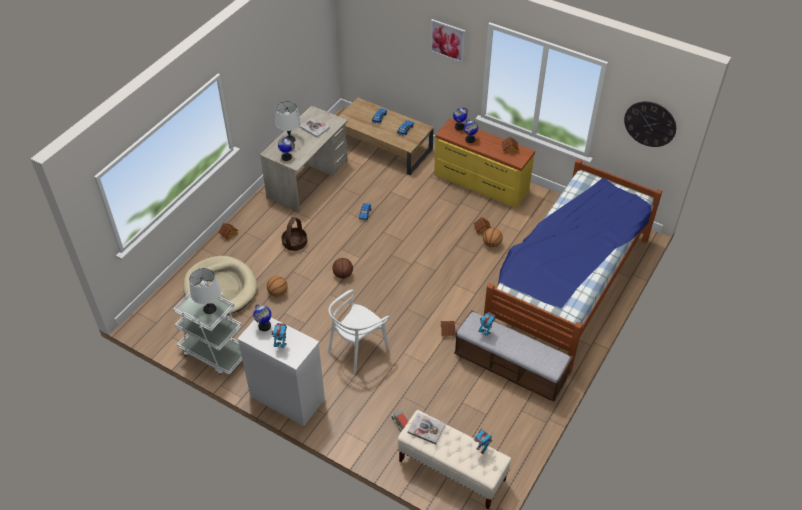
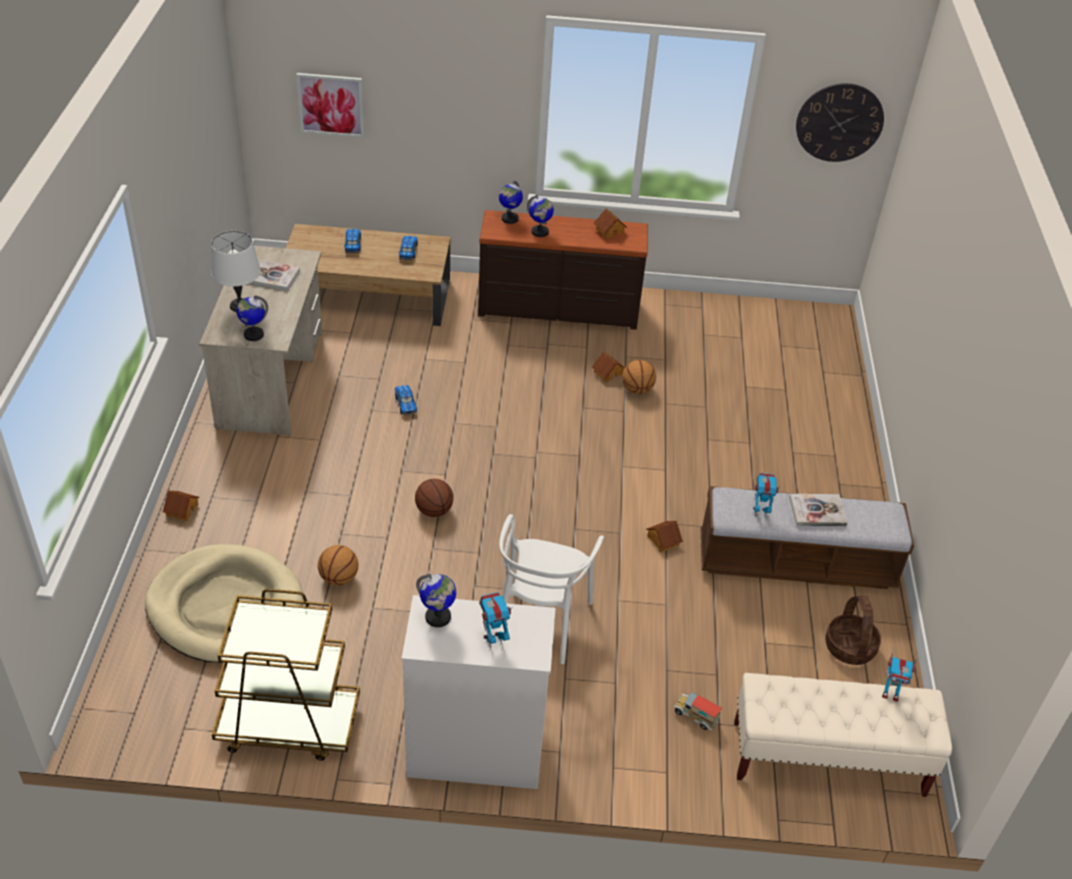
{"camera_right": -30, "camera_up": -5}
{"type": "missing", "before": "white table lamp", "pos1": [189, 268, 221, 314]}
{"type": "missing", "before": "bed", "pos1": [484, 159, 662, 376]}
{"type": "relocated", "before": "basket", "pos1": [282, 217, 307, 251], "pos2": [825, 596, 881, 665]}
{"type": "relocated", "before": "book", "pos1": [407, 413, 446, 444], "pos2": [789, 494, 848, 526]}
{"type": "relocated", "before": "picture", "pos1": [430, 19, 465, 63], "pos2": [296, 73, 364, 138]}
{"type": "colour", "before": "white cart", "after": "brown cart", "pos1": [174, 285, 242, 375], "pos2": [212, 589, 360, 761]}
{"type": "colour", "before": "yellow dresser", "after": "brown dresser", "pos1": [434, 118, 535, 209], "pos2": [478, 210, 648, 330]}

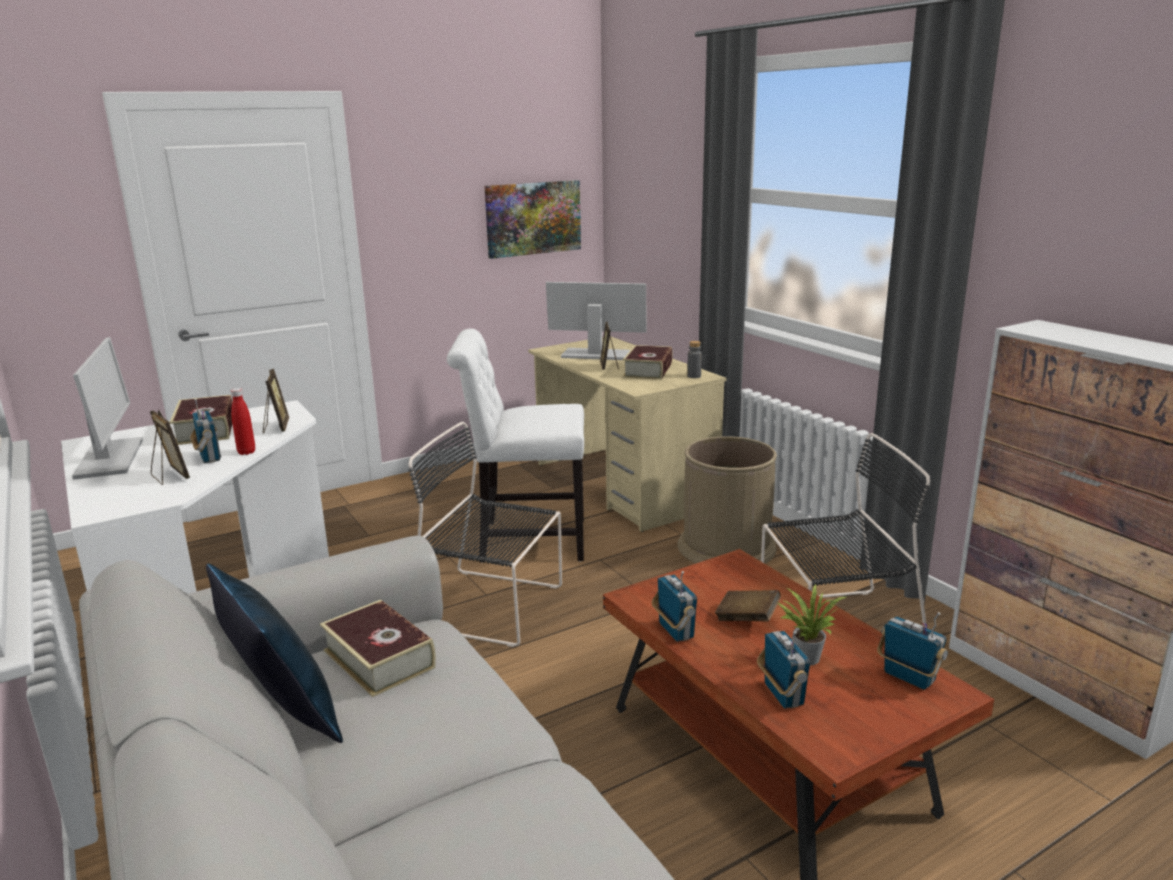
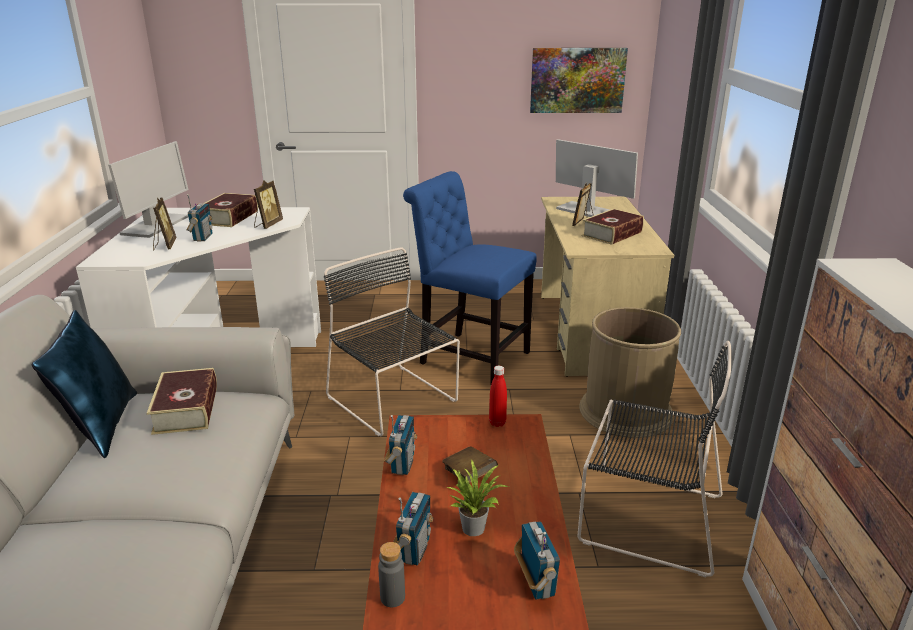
{"camera_right": 30, "camera_up": 5}
{"type": "relocated", "before": "red bottle", "pos1": [231, 388, 255, 455], "pos2": [489, 366, 507, 427]}
{"type": "relocated", "before": "grey bottle", "pos1": [687, 341, 702, 378], "pos2": [378, 542, 405, 607]}
{"type": "colour", "before": "white chair", "after": "blue chair", "pos1": [447, 329, 584, 563], "pos2": [403, 171, 537, 384]}

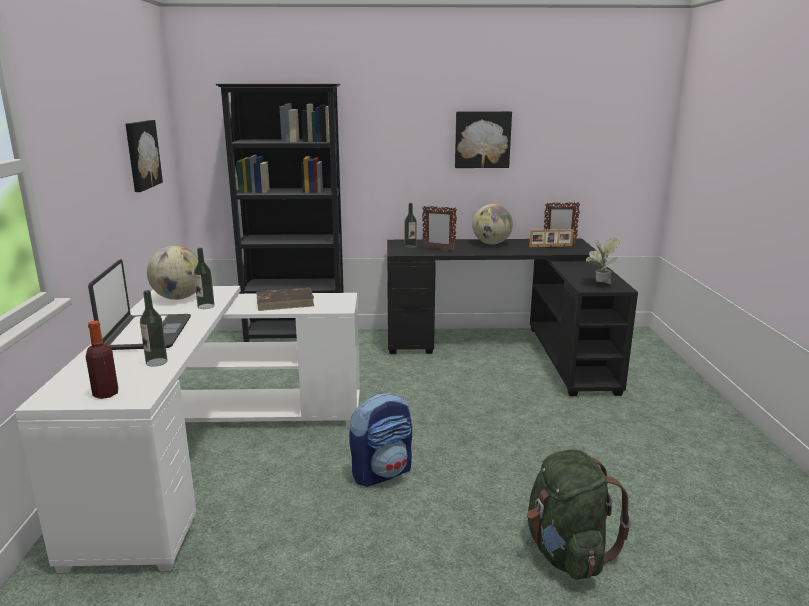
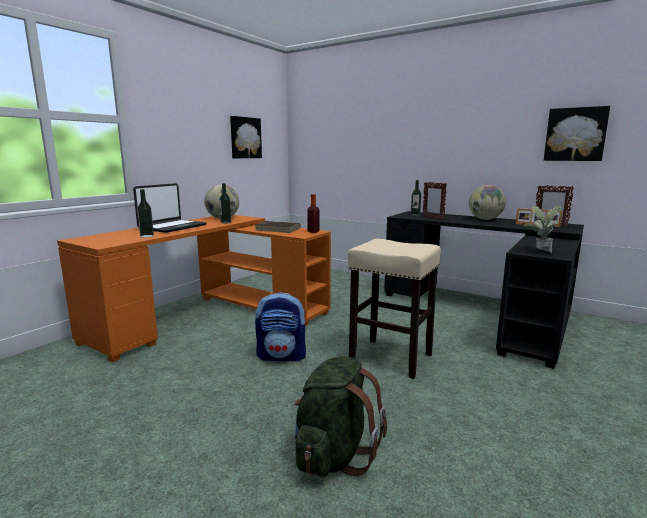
{"camera_right": 35, "camera_up": -5}
{"type": "missing", "before": "black bookcase", "pos1": [216, 84, 344, 342]}
{"type": "appeared", "after": "beige stool", "pos2": [348, 239, 441, 379]}
{"type": "relocated", "before": "bottle", "pos1": [86, 321, 118, 399], "pos2": [307, 194, 320, 233]}
{"type": "relocated", "before": "picture", "pos1": [455, 111, 512, 168], "pos2": [544, 106, 610, 161]}
{"type": "colour", "before": "white desk", "after": "orange desk", "pos1": [15, 286, 360, 573], "pos2": [57, 215, 331, 362]}

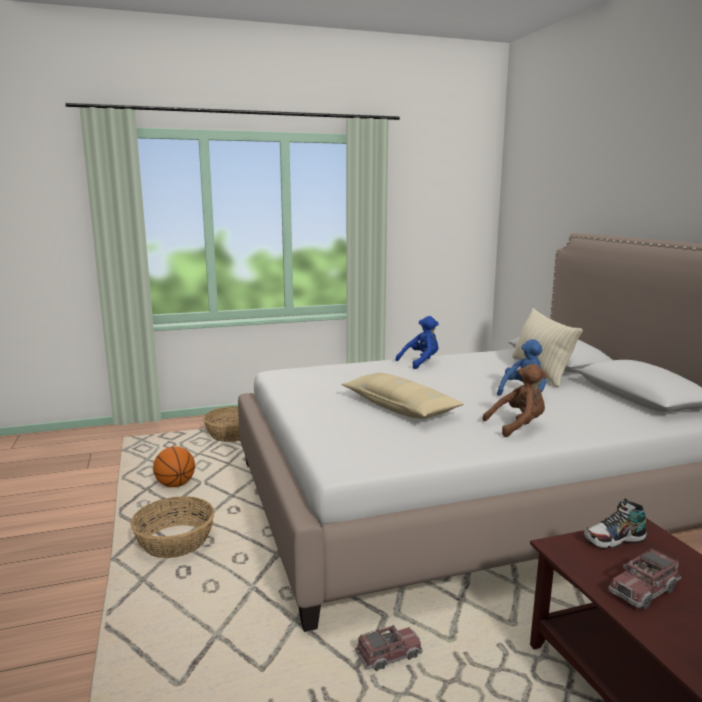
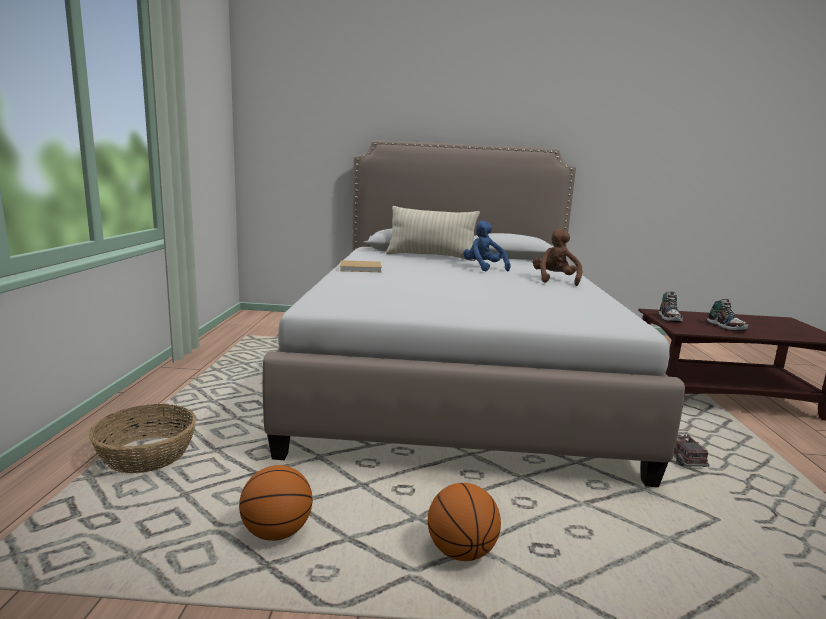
{"camera_right": -70, "camera_up": 0}
{"type": "missing", "before": "beige pillow", "pos1": [342, 373, 464, 419]}
{"type": "exchanged", "before": "basket", "after": "basketball", "pos1": [130, 496, 214, 558], "pos2": [428, 483, 501, 561]}
{"type": "exchanged", "before": "blue plush toy", "after": "beige book", "pos1": [396, 316, 439, 369], "pos2": [340, 260, 382, 272]}
{"type": "exchanged", "before": "toy truck", "after": "shoe", "pos1": [608, 548, 681, 609], "pos2": [707, 299, 748, 331]}

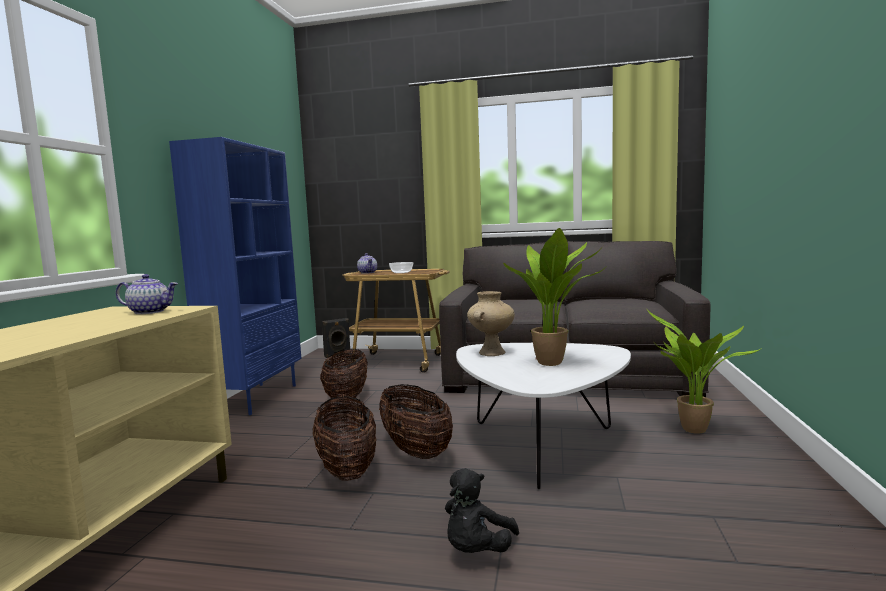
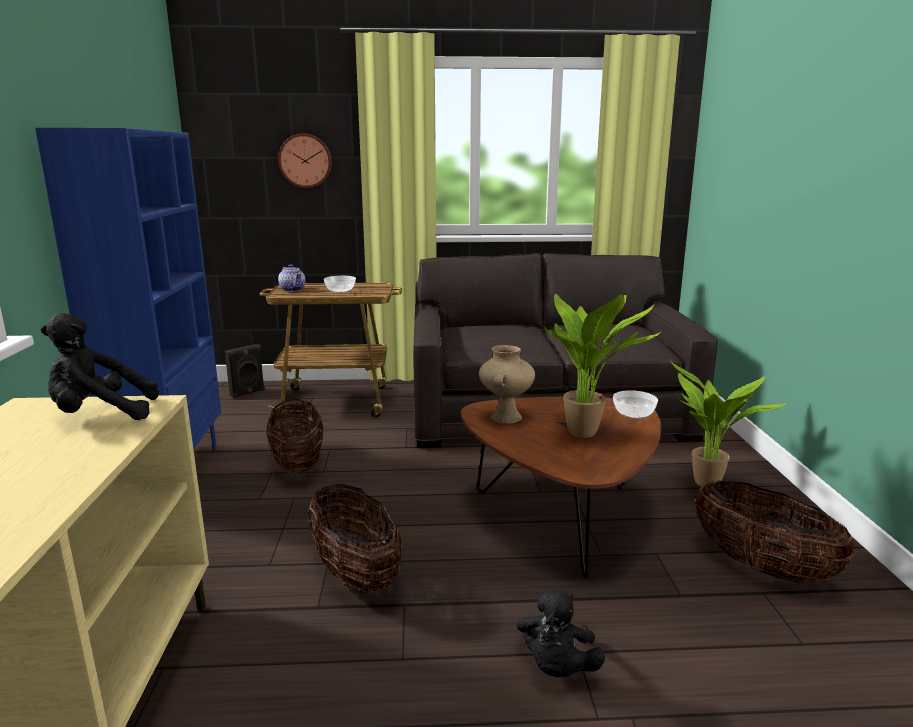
{"camera_right": -15, "camera_up": 10}
{"type": "appeared", "after": "wall clock", "pos2": [278, 133, 332, 188]}
{"type": "appeared", "after": "bowl", "pos2": [613, 390, 658, 419]}
{"type": "relocated", "before": "basket", "pos1": [379, 384, 453, 459], "pos2": [695, 481, 855, 583]}
{"type": "exchanged", "before": "teapot", "after": "black plush toy", "pos1": [116, 274, 178, 314], "pos2": [41, 313, 159, 420]}
{"type": "colour", "before": "white coffee table", "after": "brown coffee table", "pos1": [456, 343, 631, 489], "pos2": [461, 397, 661, 579]}

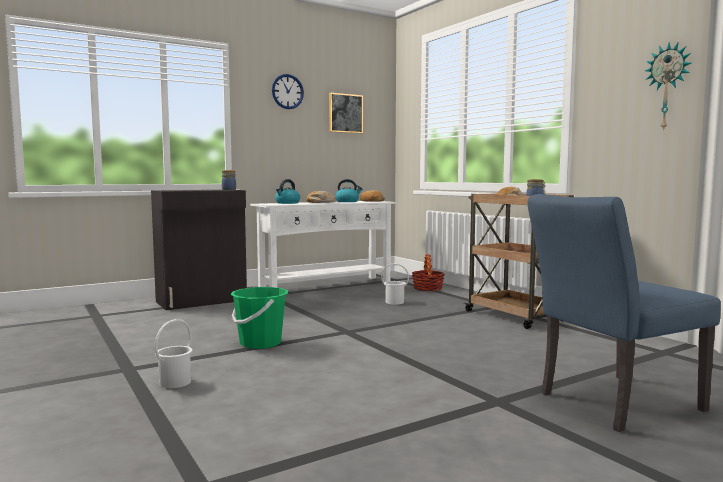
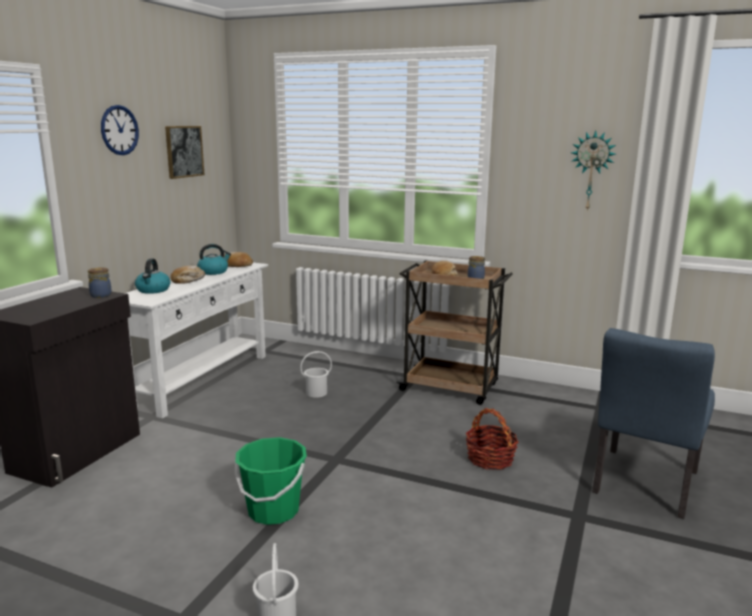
{"camera_right": -35, "camera_up": 10}
{"type": "relocated", "before": "basket", "pos1": [412, 254, 445, 291], "pos2": [466, 408, 519, 470]}

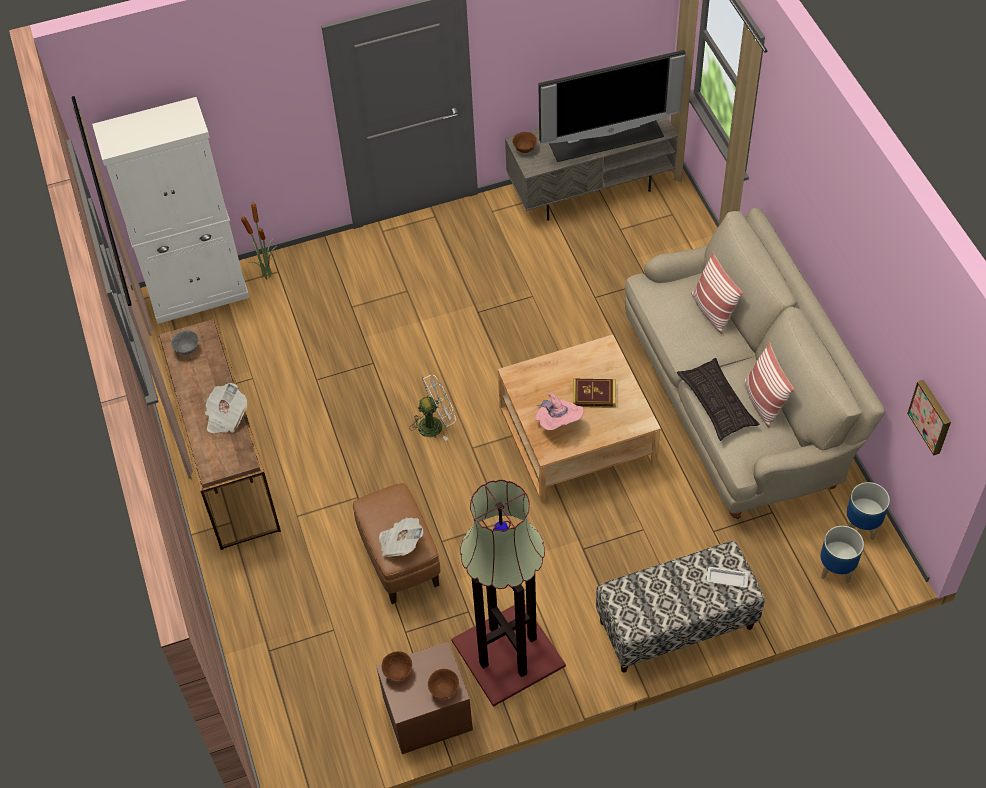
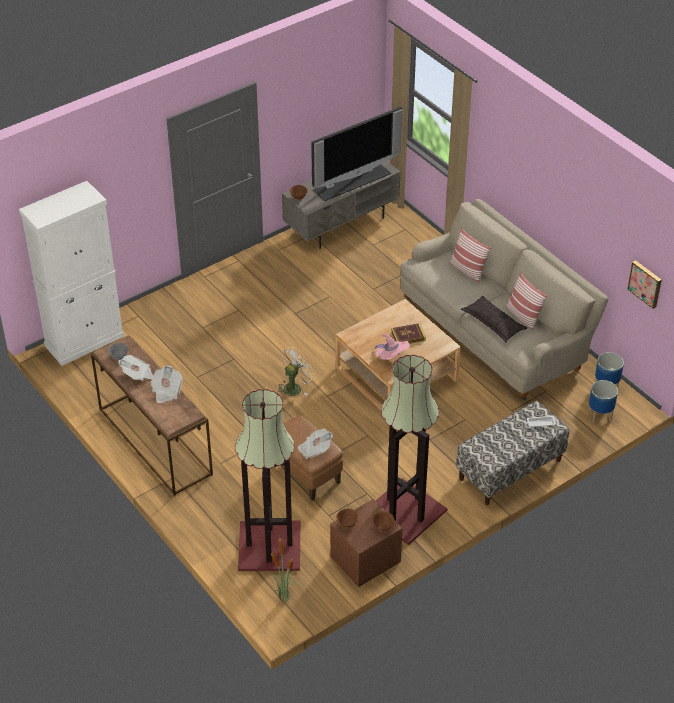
{"camera_right": -20, "camera_up": -10}
{"type": "appeared", "after": "newspaper", "pos2": [118, 355, 153, 381]}
{"type": "appeared", "after": "floor lamp", "pos2": [235, 389, 300, 571]}
{"type": "relocated", "before": "potted plant", "pos1": [240, 199, 277, 280], "pos2": [271, 534, 297, 603]}

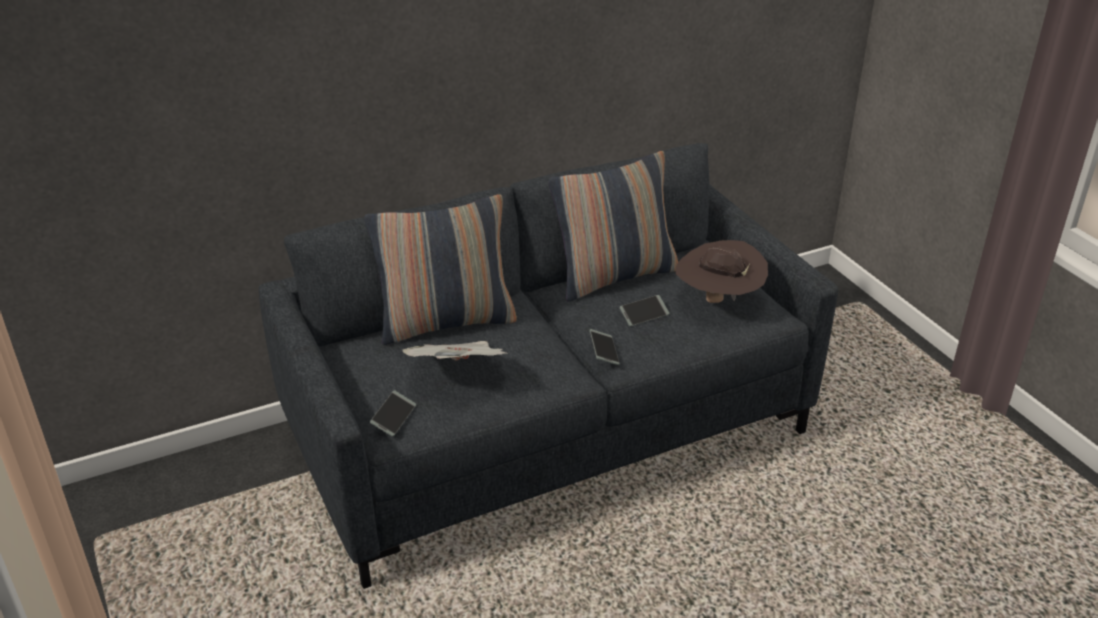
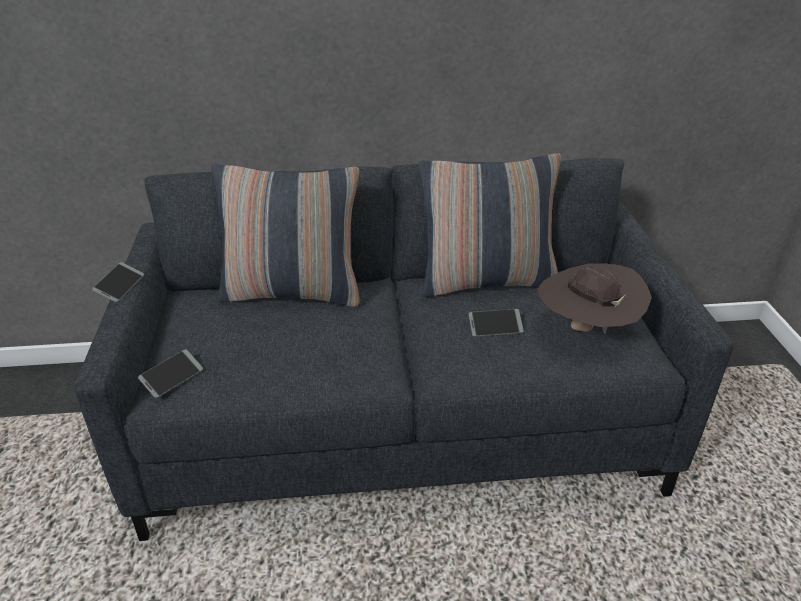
{"camera_right": 20, "camera_up": 0}
{"type": "missing", "before": "newspaper", "pos1": [403, 341, 506, 361]}
{"type": "relocated", "before": "phone", "pos1": [590, 329, 620, 365], "pos2": [92, 262, 144, 302]}

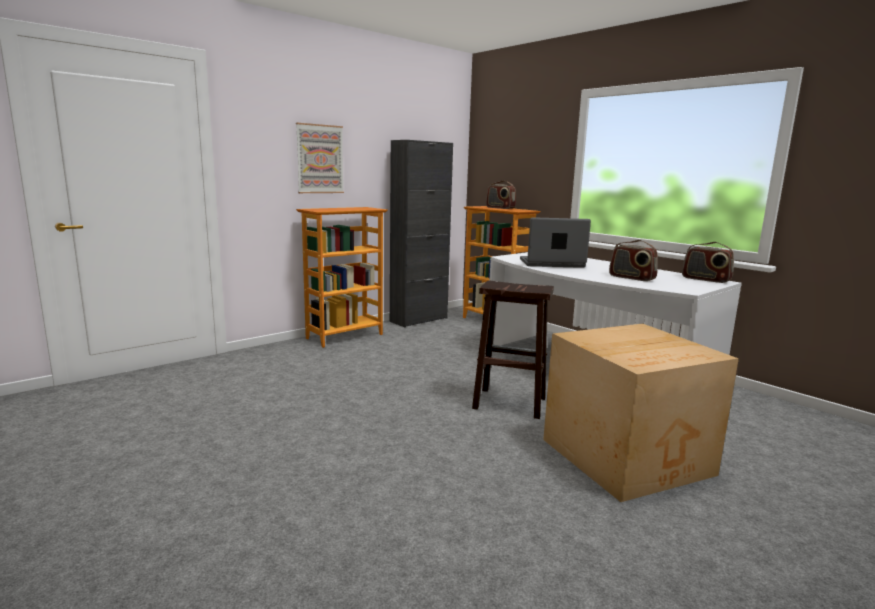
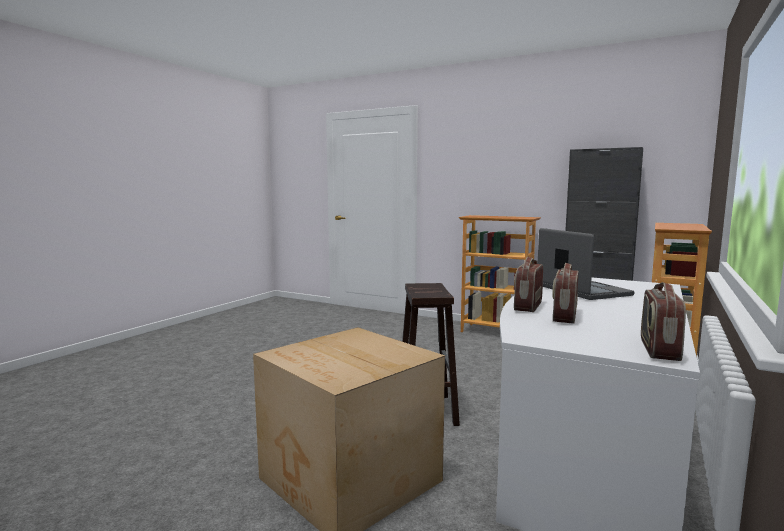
{"camera_right": 70, "camera_up": -5}
{"type": "missing", "before": "picture", "pos1": [296, 123, 344, 193]}
{"type": "relocated", "before": "radio", "pos1": [486, 180, 516, 209], "pos2": [514, 256, 543, 312]}

